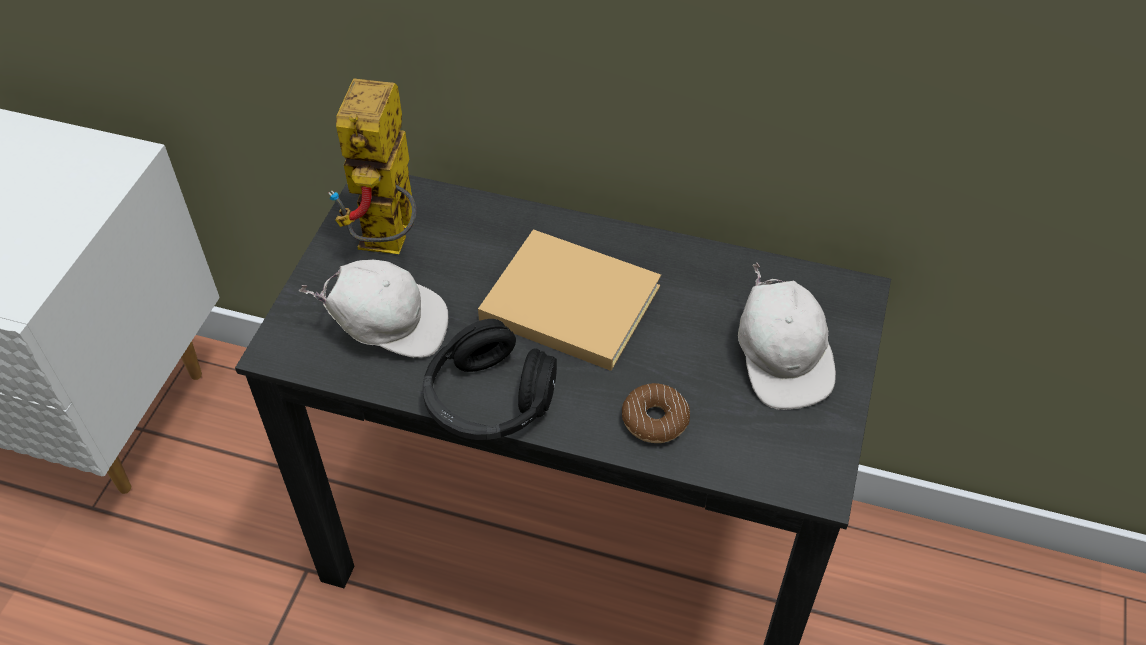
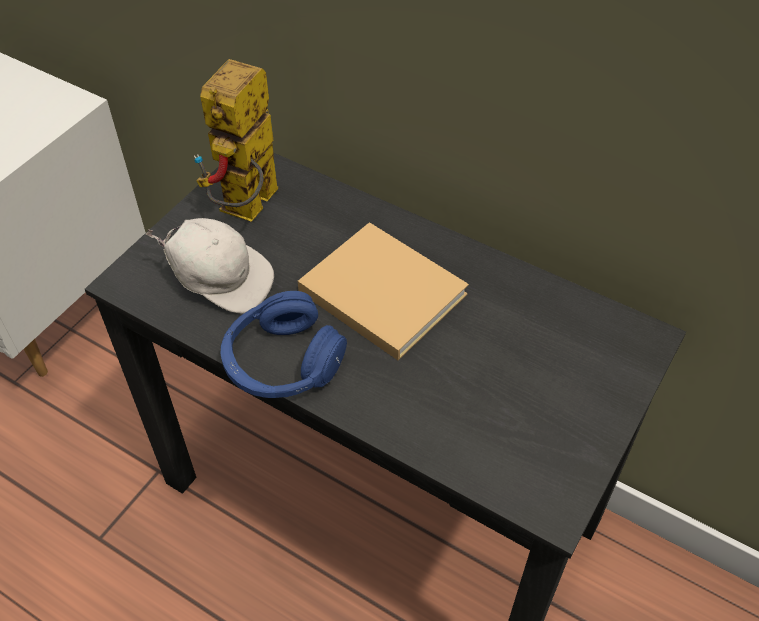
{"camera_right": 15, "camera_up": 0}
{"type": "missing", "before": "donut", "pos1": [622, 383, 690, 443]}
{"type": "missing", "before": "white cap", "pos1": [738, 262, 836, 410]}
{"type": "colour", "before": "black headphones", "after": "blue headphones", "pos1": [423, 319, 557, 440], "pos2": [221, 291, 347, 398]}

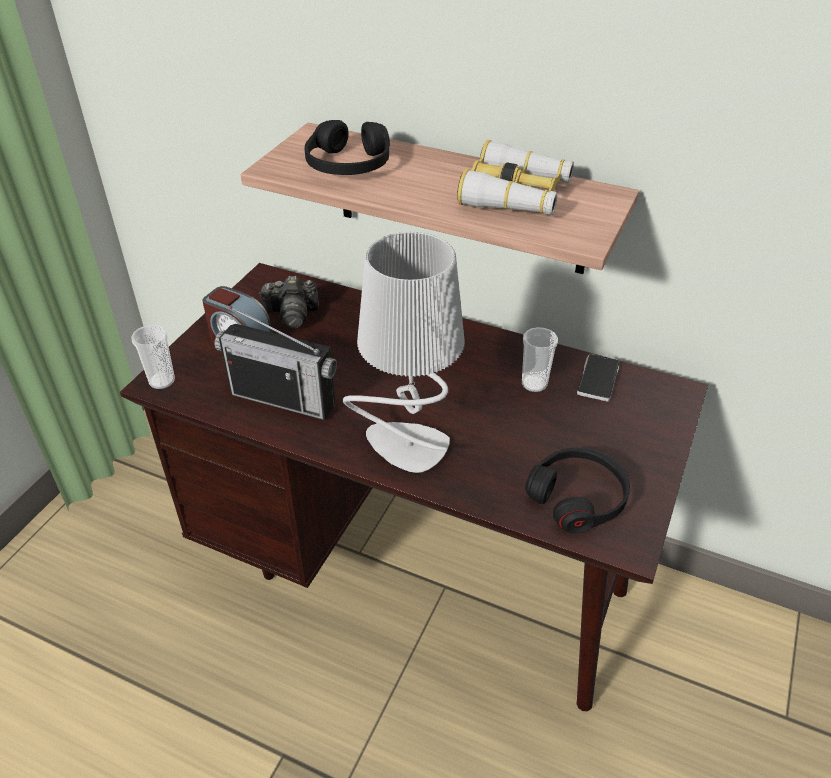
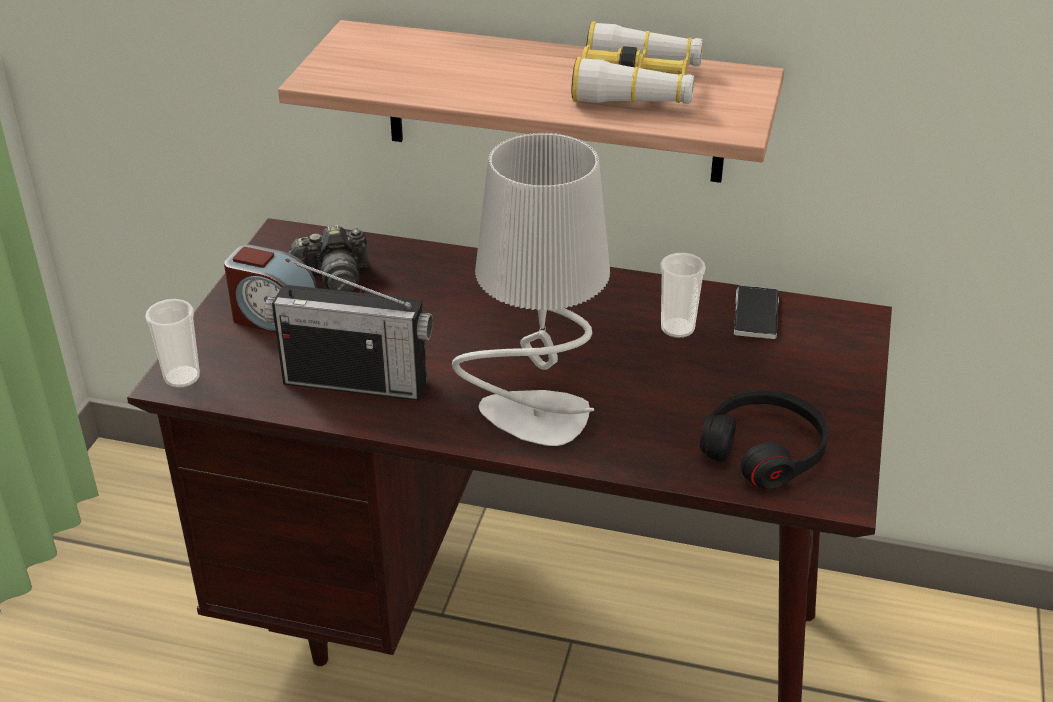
{"camera_right": -10, "camera_up": -5}
{"type": "missing", "before": "black headphones", "pos1": [305, 120, 390, 175]}

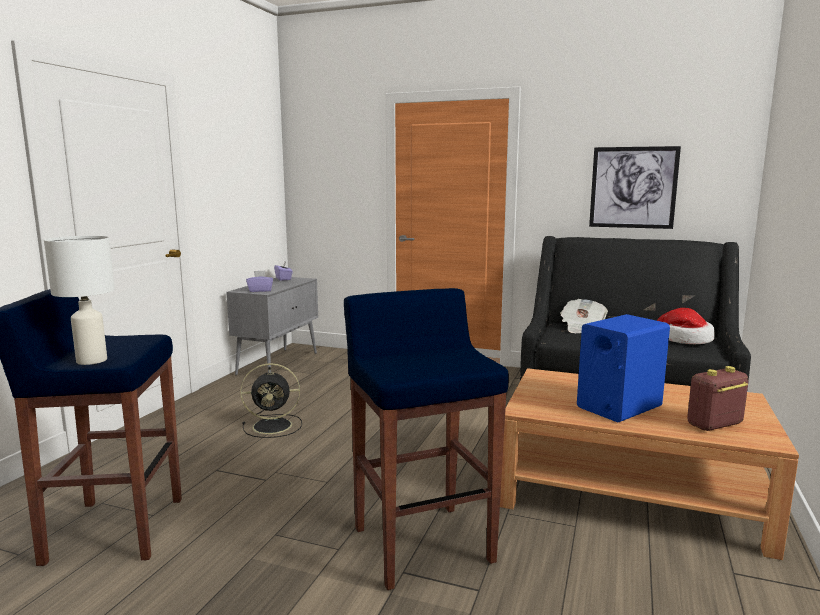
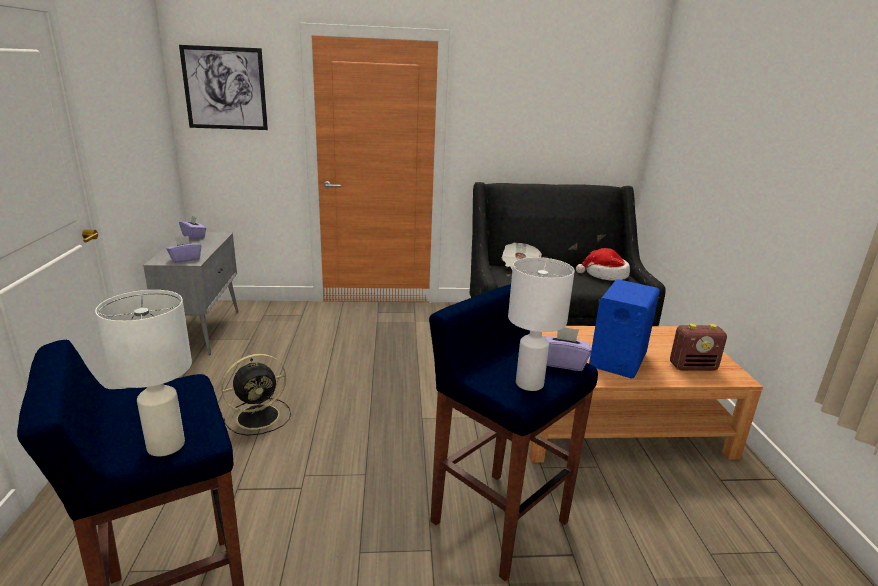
{"camera_right": -25, "camera_up": 10}
{"type": "appeared", "after": "white table lamp", "pos2": [508, 257, 575, 391]}
{"type": "appeared", "after": "purple tissue box", "pos2": [543, 327, 591, 371]}
{"type": "relocated", "before": "picture", "pos1": [589, 146, 681, 229], "pos2": [179, 45, 268, 130]}
{"type": "spun", "before": "radio", "pos1": [687, 366, 749, 431], "pos2": [670, 324, 727, 371], "turn": -135}

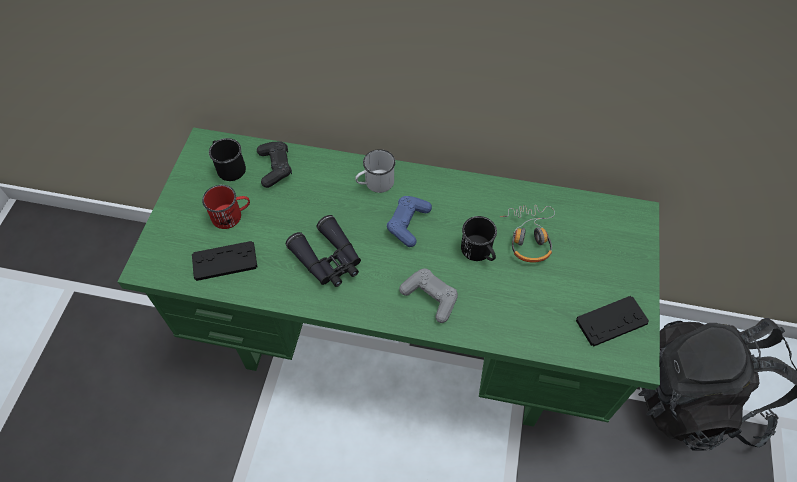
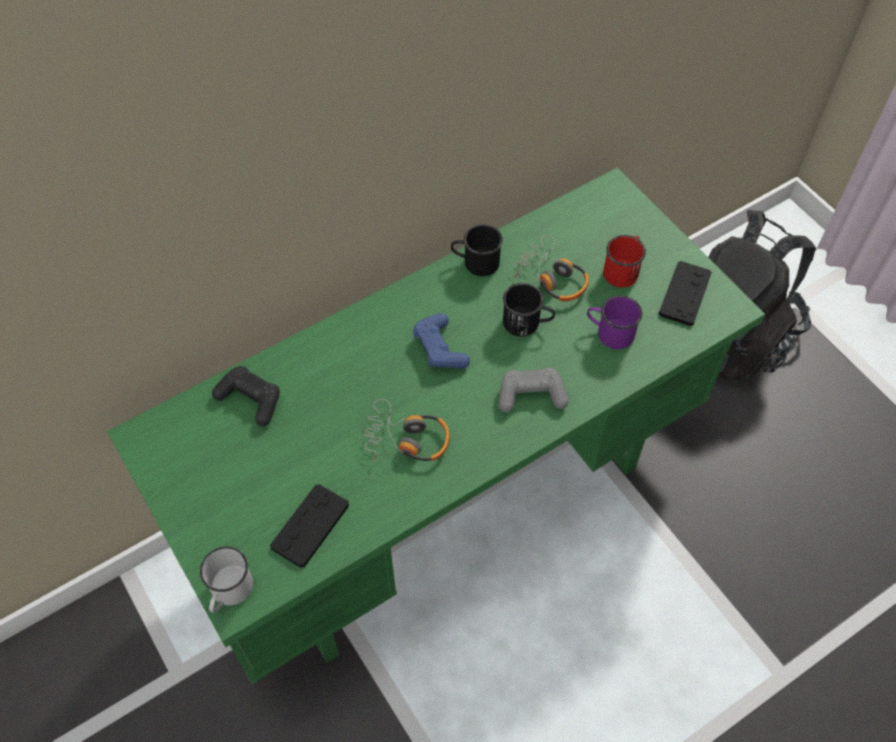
{"camera_right": -45, "camera_up": 0}
{"type": "appeared", "after": "purple mug", "pos2": [587, 295, 642, 349]}
{"type": "relocated", "before": "red mug", "pos1": [202, 185, 250, 229], "pos2": [603, 235, 646, 288]}
{"type": "relocated", "before": "black mug", "pos1": [209, 138, 246, 181], "pos2": [451, 224, 503, 276]}
{"type": "relocated", "before": "white mug", "pos1": [355, 149, 395, 193], "pos2": [200, 546, 253, 613]}
{"type": "exchanged", "before": "black binoculars", "after": "headphones", "pos1": [286, 215, 361, 287], "pos2": [365, 399, 450, 463]}

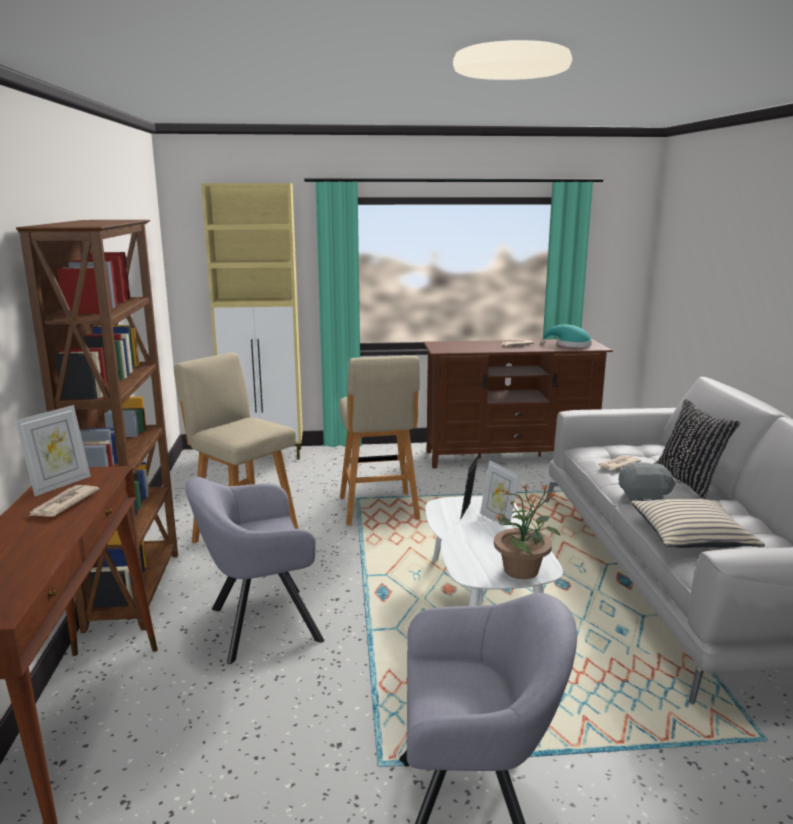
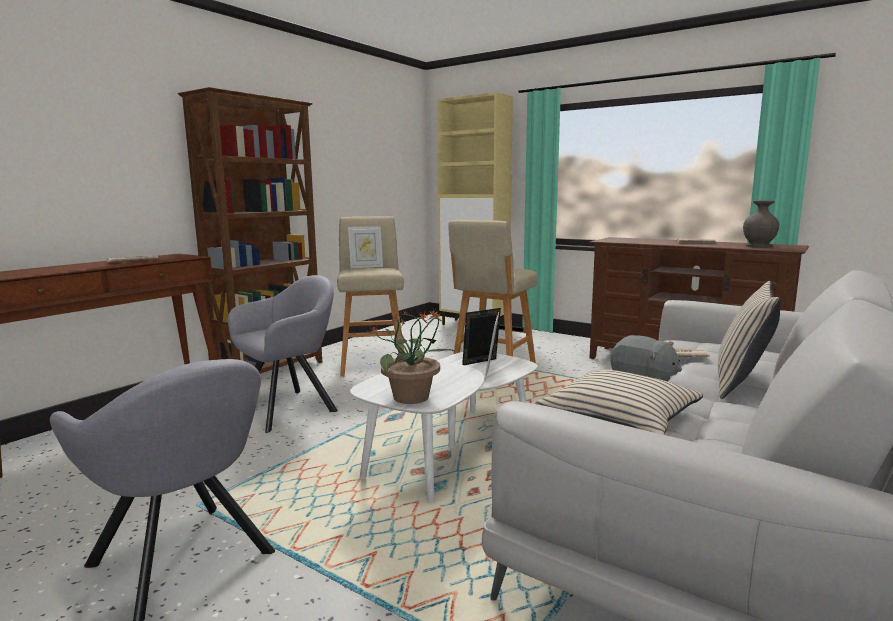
{"camera_right": 40, "camera_up": -5}
{"type": "relocated", "before": "picture frame", "pos1": [15, 405, 91, 496], "pos2": [348, 226, 383, 268]}
{"type": "exchanged", "before": "turquoise hat", "after": "grey vase", "pos1": [541, 324, 592, 348], "pos2": [743, 200, 779, 248]}
{"type": "colour", "before": "black pillow", "after": "beige pillow", "pos1": [656, 399, 741, 499], "pos2": [718, 281, 781, 399]}
{"type": "spun", "before": "grey armchair", "pos1": [185, 477, 324, 664], "pos2": [228, 275, 338, 433], "turn": 120}

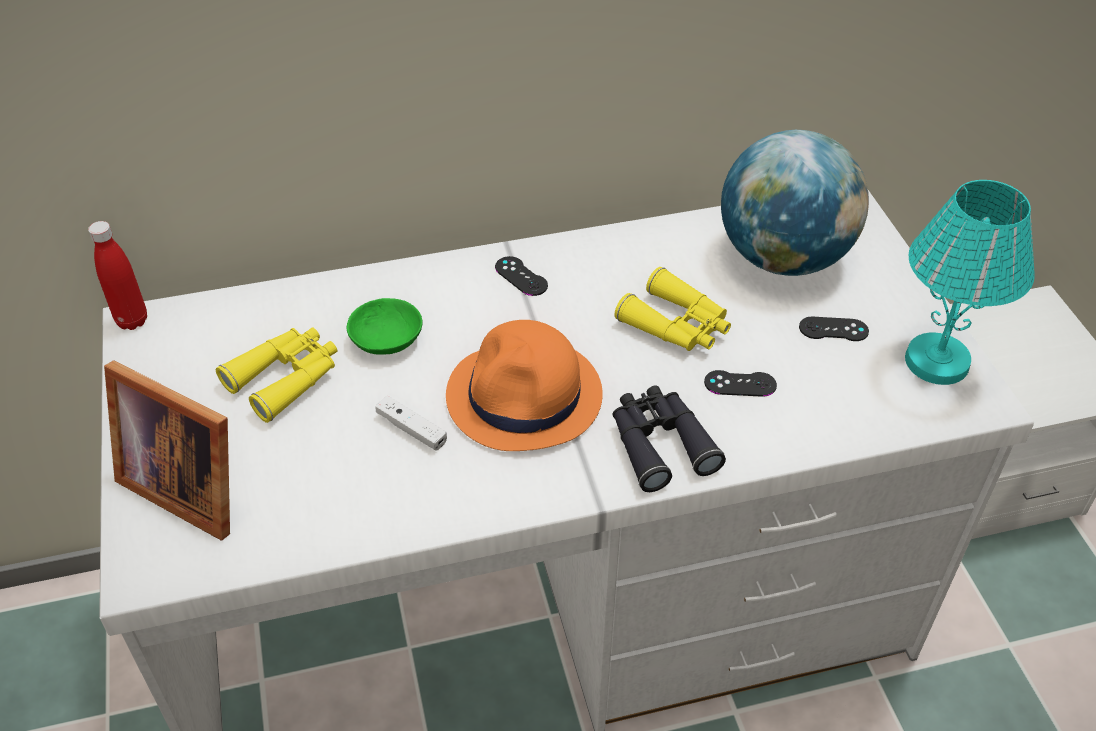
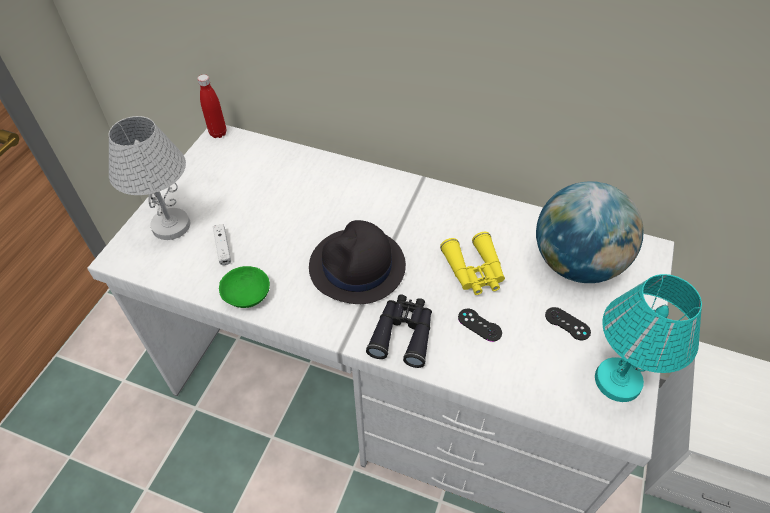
{"camera_right": 35, "camera_up": 5}
{"type": "missing", "before": "yellow binoculars", "pos1": [216, 327, 337, 423]}
{"type": "missing", "before": "black game controller", "pos1": [495, 256, 548, 296]}
{"type": "relocated", "before": "green bowl", "pos1": [347, 298, 423, 355], "pos2": [219, 266, 270, 308]}
{"type": "relocated", "before": "white game controller", "pos1": [375, 396, 447, 451], "pos2": [213, 224, 231, 265]}
{"type": "exchanged", "before": "picture frame", "after": "white table lamp", "pos1": [104, 360, 230, 541], "pos2": [108, 116, 190, 240]}
{"type": "colour", "before": "orange hat", "after": "black hat", "pos1": [446, 320, 603, 451], "pos2": [309, 220, 406, 304]}

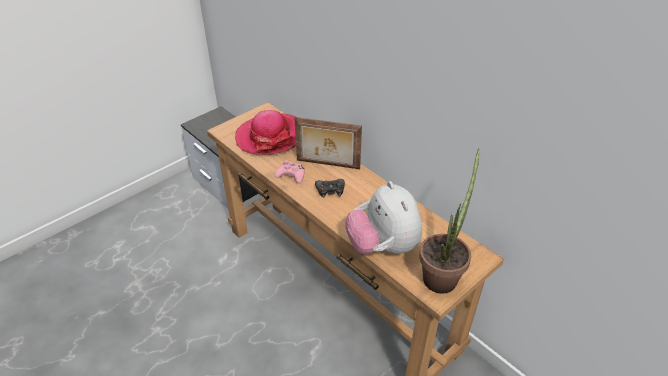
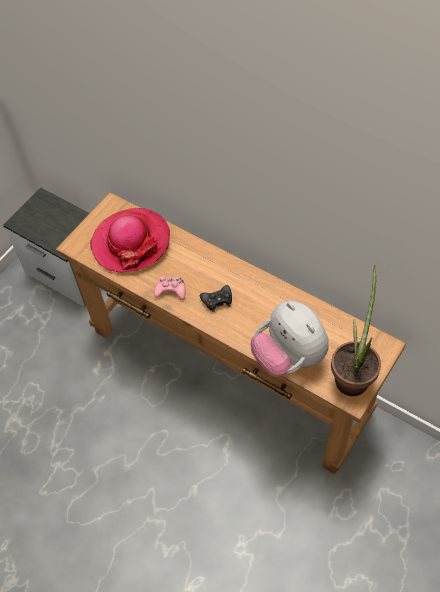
{"camera_right": -10, "camera_up": 15}
{"type": "missing", "before": "picture frame", "pos1": [294, 117, 362, 169]}

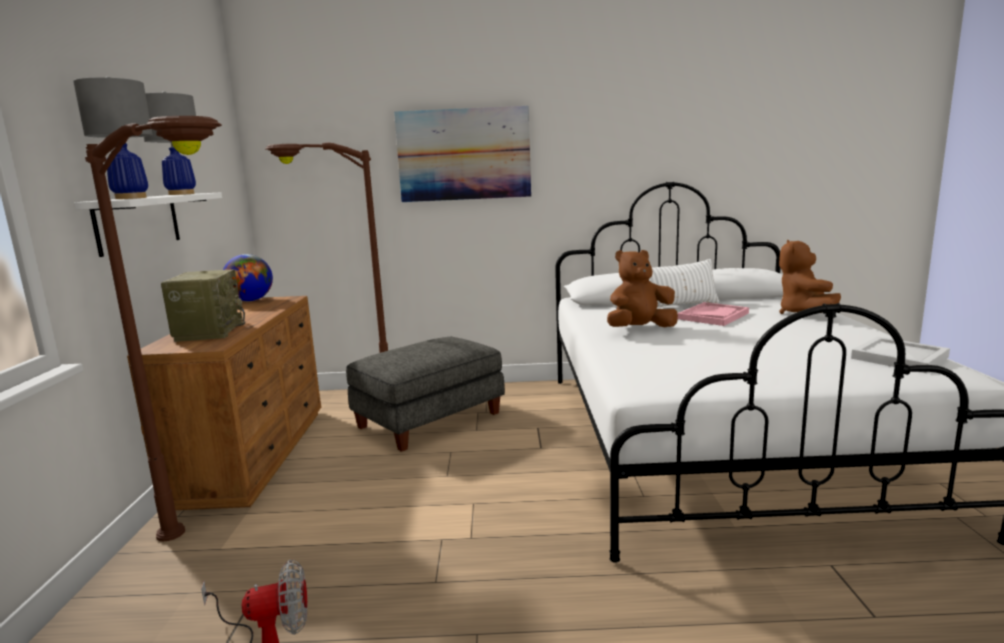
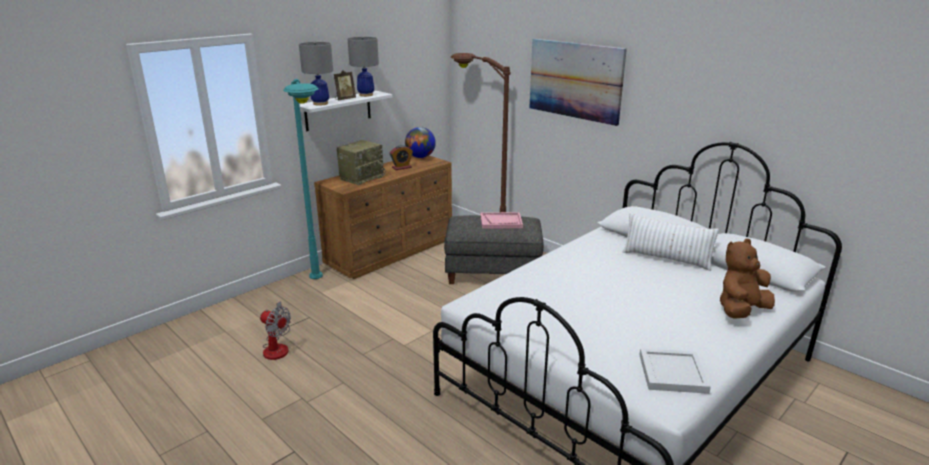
{"camera_right": 45, "camera_up": 10}
{"type": "missing", "before": "brown plush toy", "pos1": [607, 250, 678, 327]}
{"type": "appeared", "after": "picture frame", "pos2": [334, 70, 356, 100]}
{"type": "appeared", "after": "alarm clock", "pos2": [390, 145, 413, 170]}
{"type": "relocated", "before": "pink tray", "pos1": [677, 302, 749, 326], "pos2": [481, 212, 523, 229]}
{"type": "colour", "before": "brown floor lamp", "after": "turquoise floor lamp", "pos1": [85, 116, 222, 542], "pos2": [283, 79, 323, 279]}

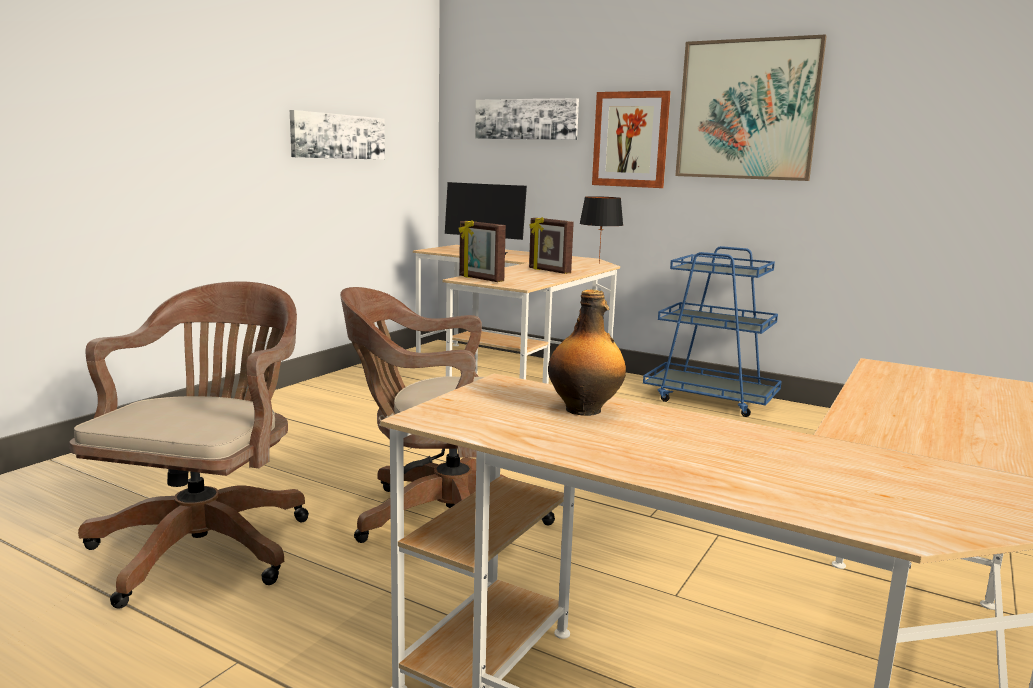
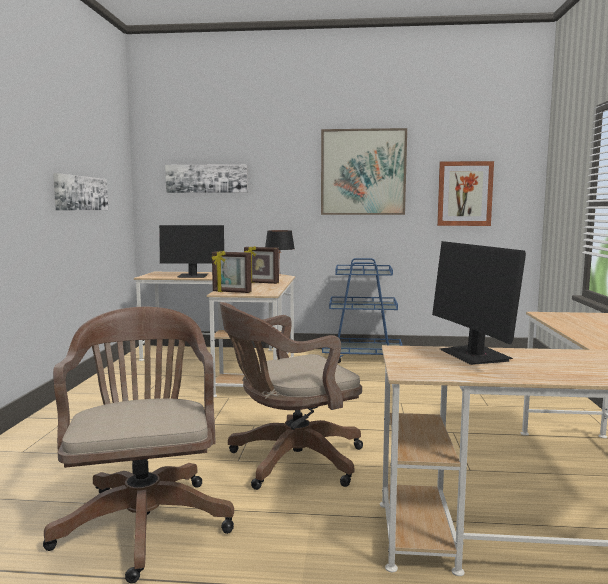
{"camera_right": -25, "camera_up": -5}
{"type": "relocated", "before": "picture", "pos1": [592, 91, 671, 188], "pos2": [437, 161, 494, 226]}
{"type": "exchanged", "before": "bottle", "after": "monitor", "pos1": [548, 290, 626, 416], "pos2": [432, 241, 526, 365]}

